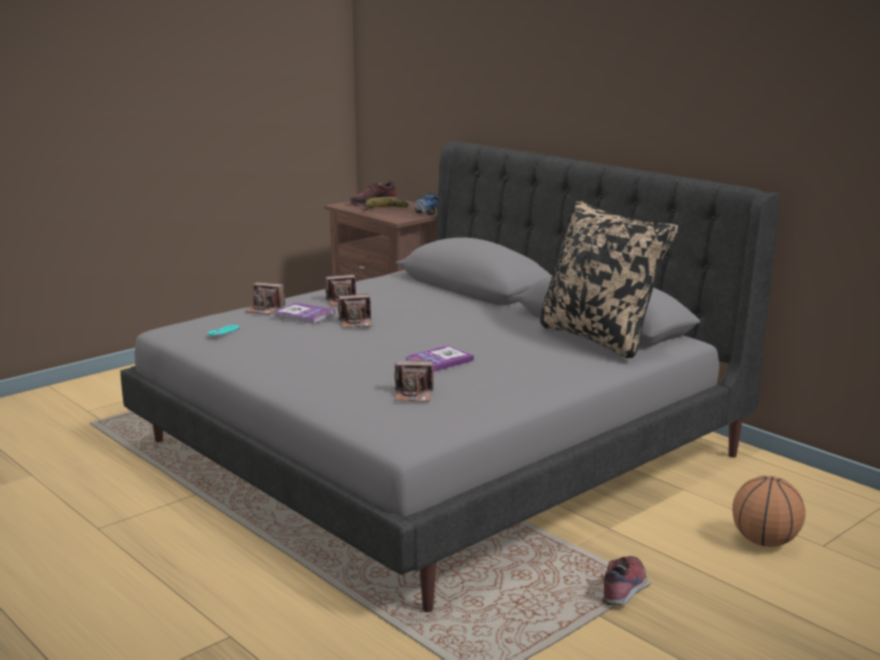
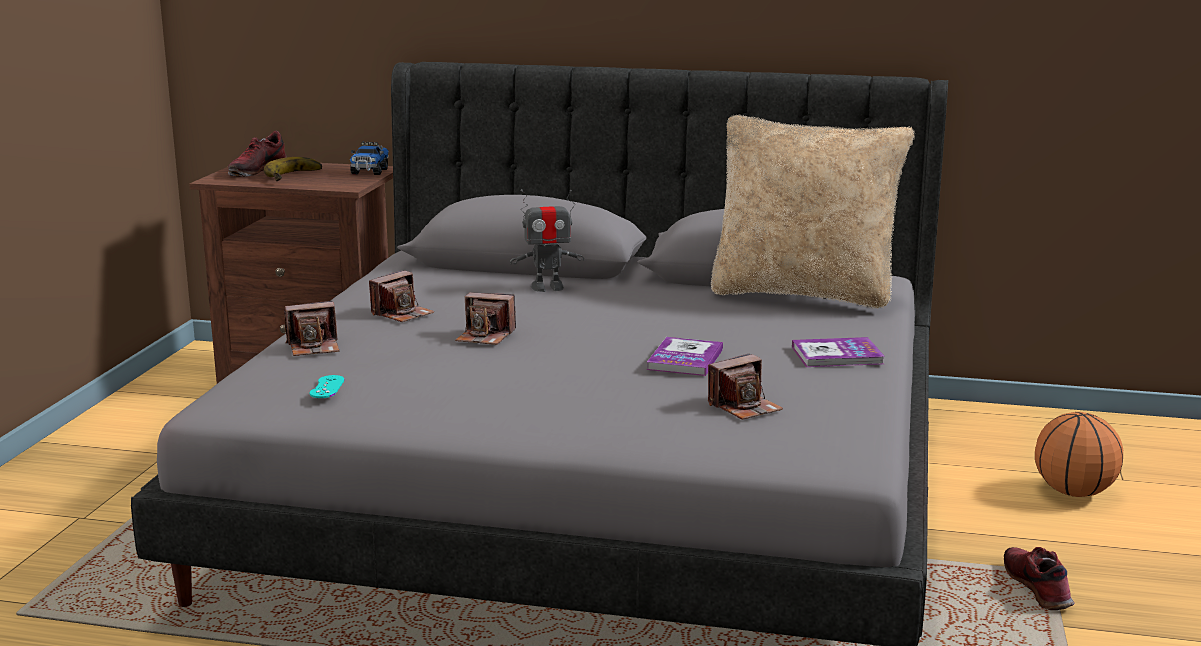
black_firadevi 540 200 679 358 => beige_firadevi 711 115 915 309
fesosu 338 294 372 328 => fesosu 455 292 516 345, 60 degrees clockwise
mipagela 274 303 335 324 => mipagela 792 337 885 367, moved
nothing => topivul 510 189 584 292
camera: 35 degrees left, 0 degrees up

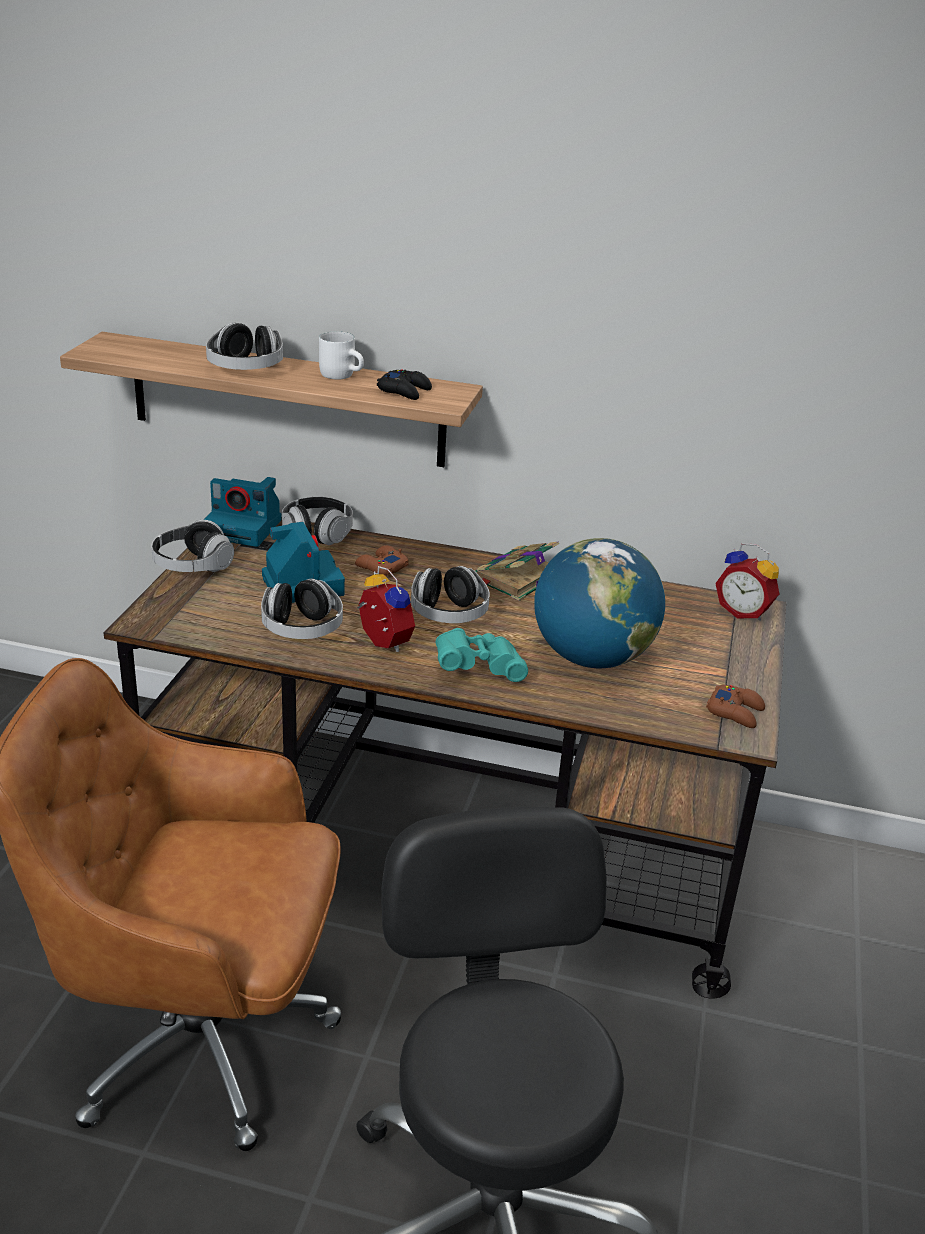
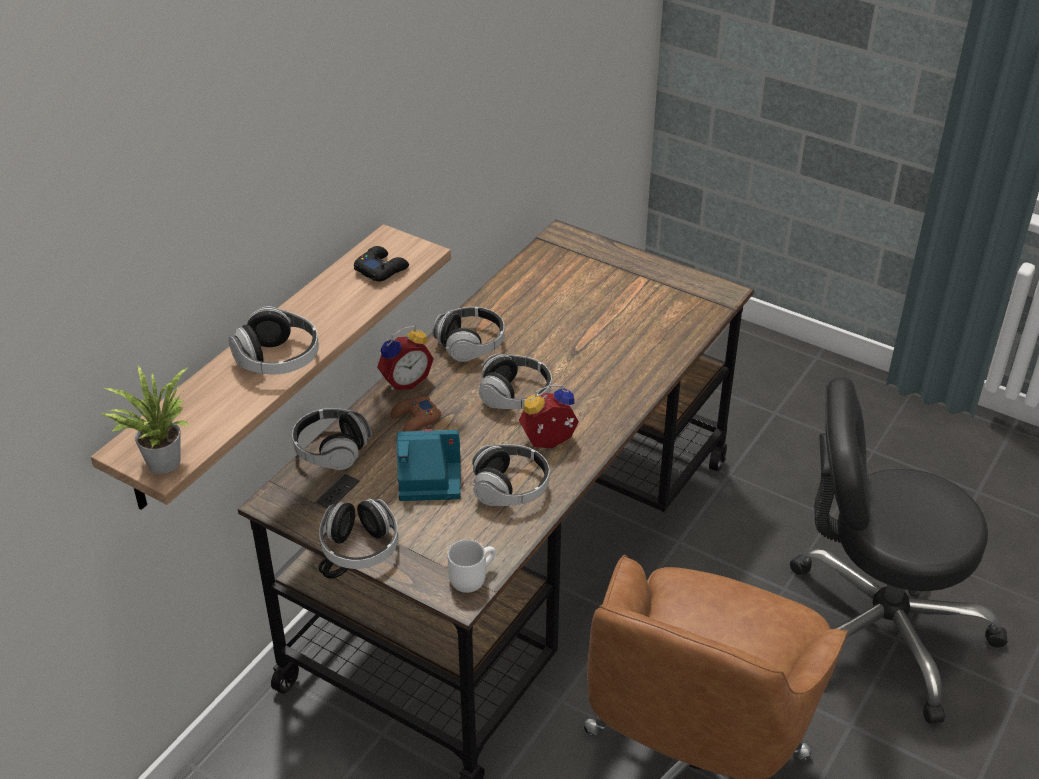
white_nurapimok 319 331 364 379 => white_nurapimok 447 539 496 593, moved
fesosu 203 477 282 547 => nothing
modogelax 534 538 665 668 => nothing
mipagela 476 541 559 601 => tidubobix 433 307 504 362
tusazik 715 543 779 621 => tusazik 377 326 434 390, moved
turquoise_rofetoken 436 628 528 682 => nothing
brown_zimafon 706 685 765 728 => nothing
nothing => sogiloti 101 365 189 474
camera: 70 degrees left, 10 degrees up

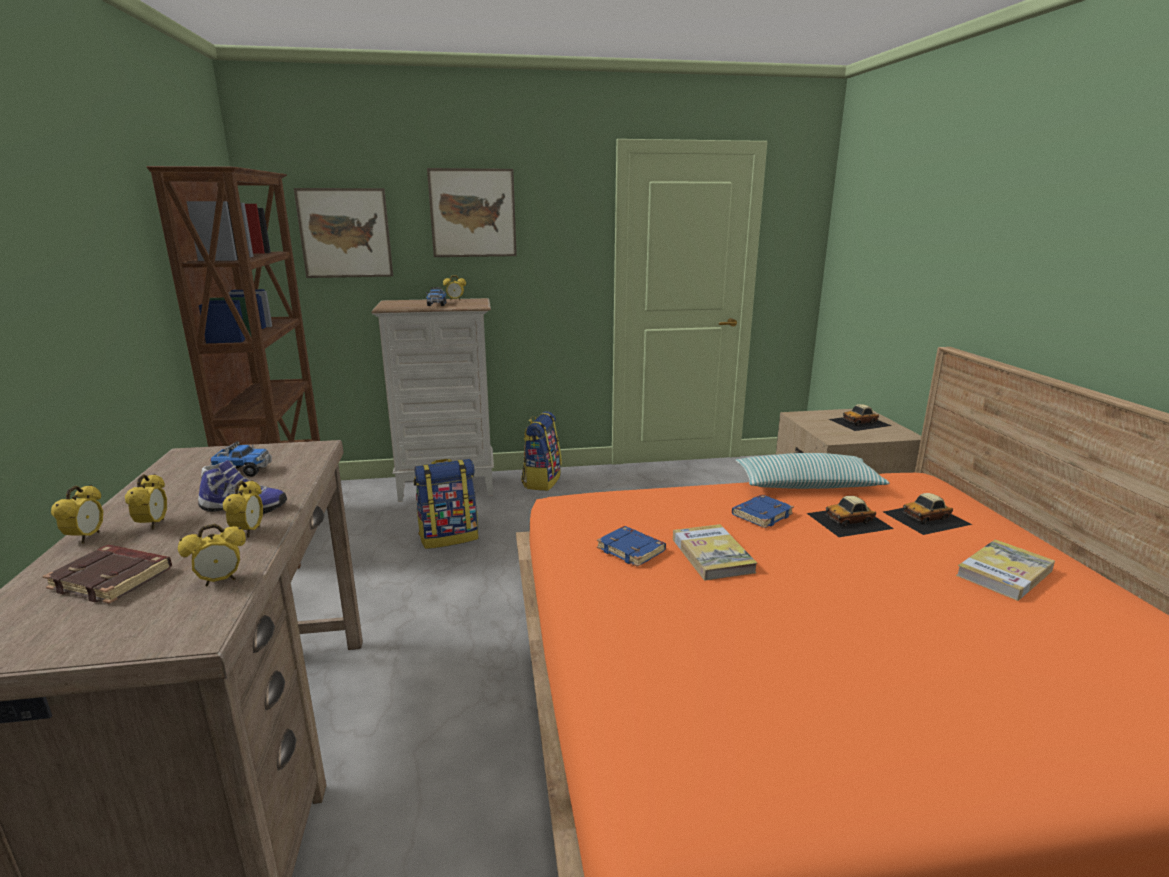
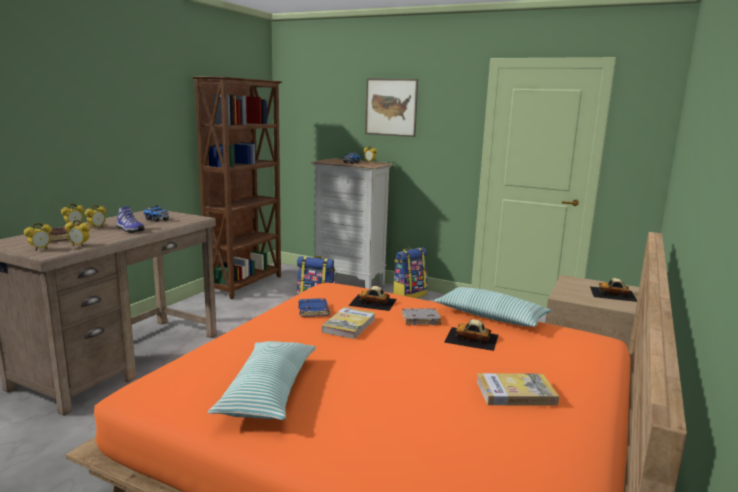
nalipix 294 188 393 278 => nothing
tusazik 223 480 263 537 => tusazik 24 223 52 251, moved
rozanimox 883 493 972 535 => rozanimox 348 286 397 311, moved
blue_mipagela 732 495 794 528 => grey_mipagela 402 308 441 325
nothing => firadevi 208 341 316 420
camera: 35 degrees right, 5 degrees down

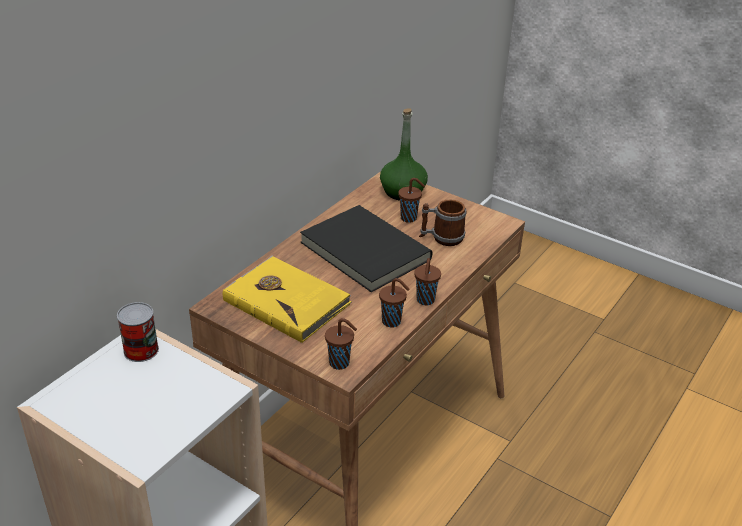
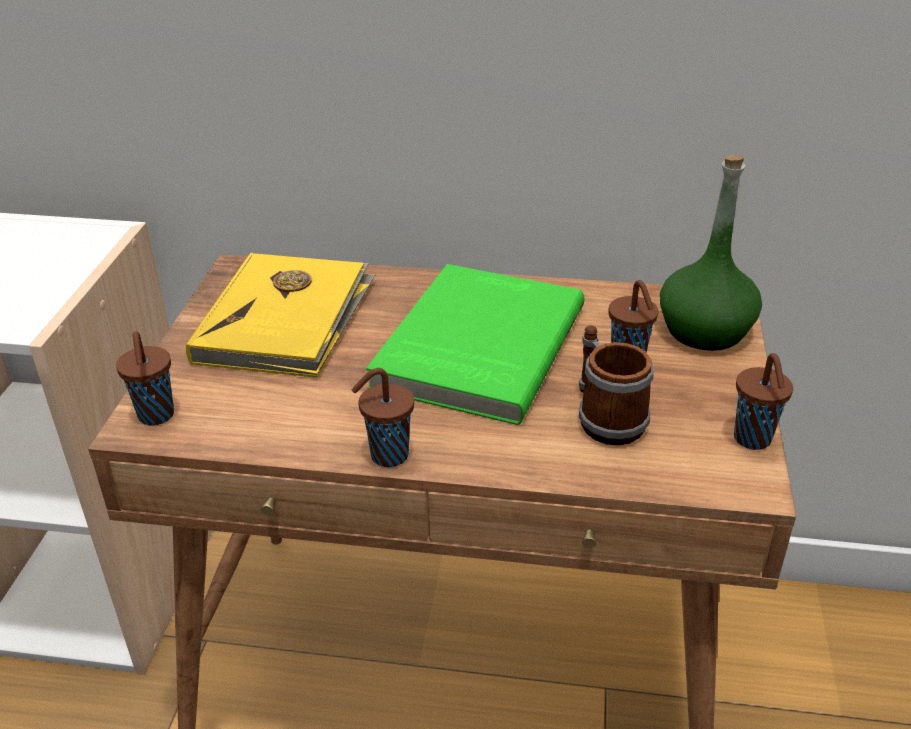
black_mipagela 300 205 433 292 => green_mipagela 366 264 584 425
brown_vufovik 379 278 410 327 => brown_vufovik 734 353 793 450, moved
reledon 117 302 159 362 => nothing
camera: 65 degrees right, 0 degrees up

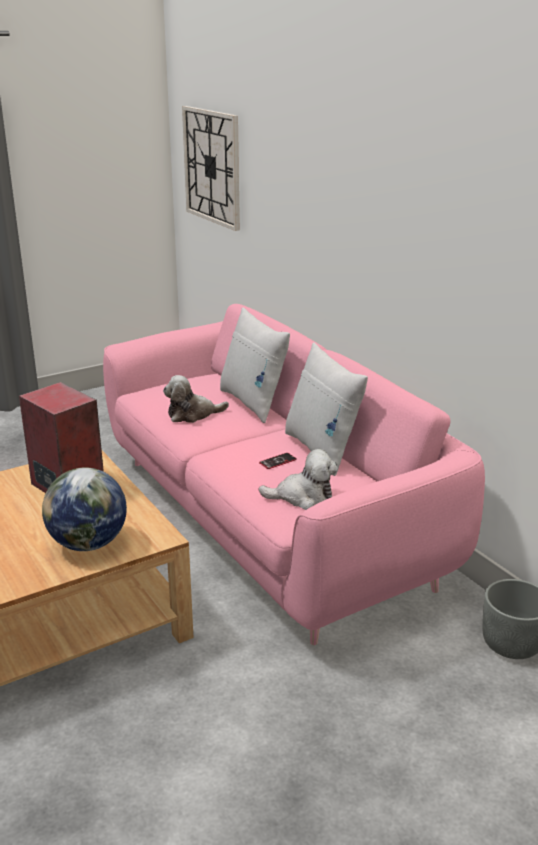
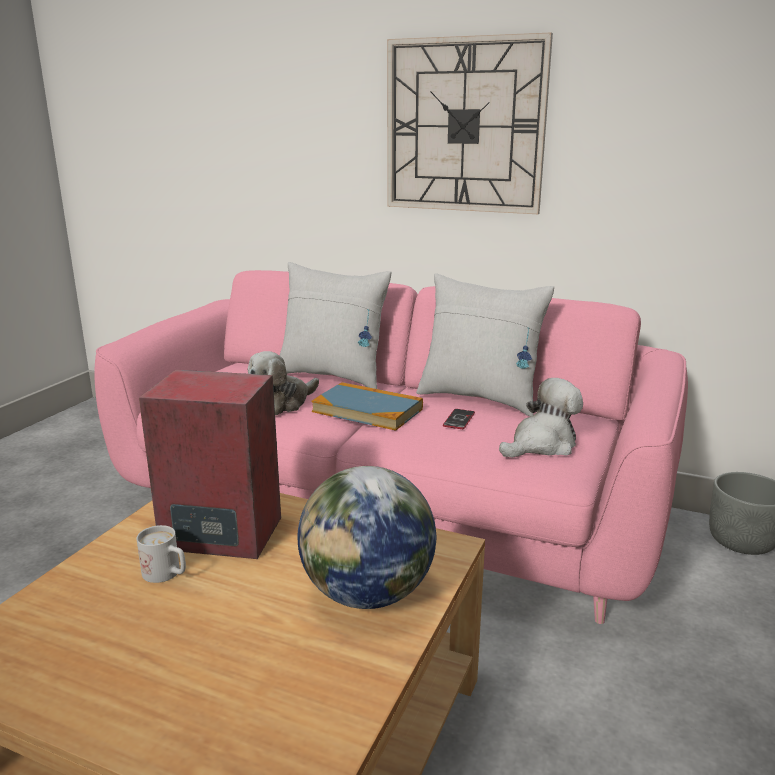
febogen 182 106 240 231 => febogen 387 33 553 214, moved
nothing => mipagela 311 382 423 431
nothing => white_nurapimok 136 525 186 583
camera: 35 degrees left, 5 degrees down

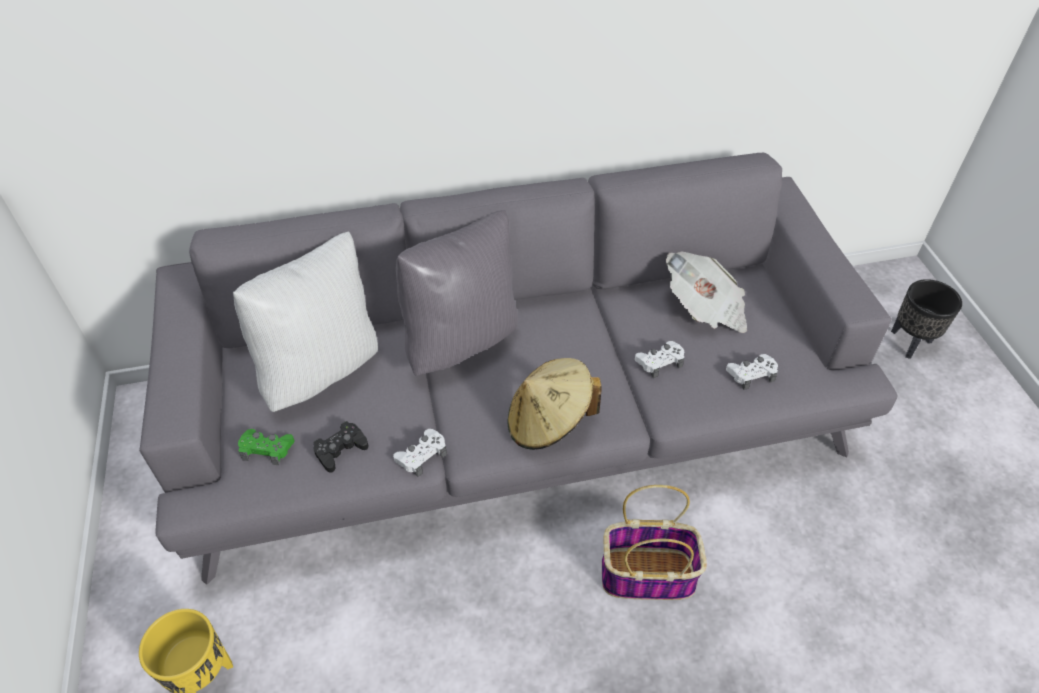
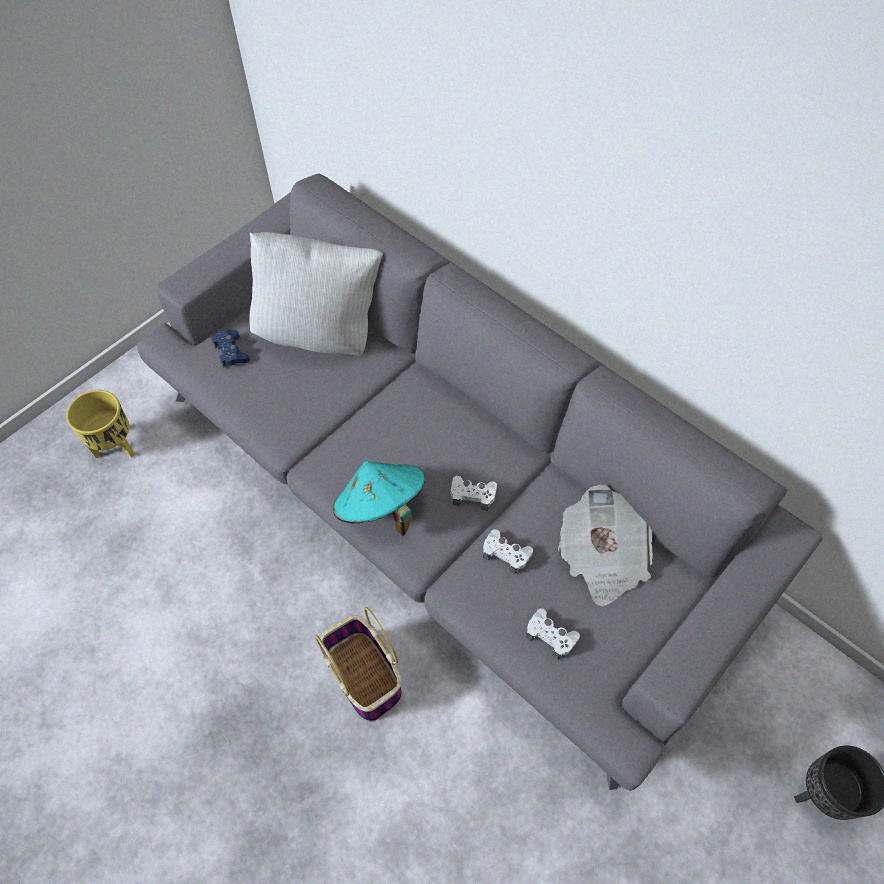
grey_firadevi 396 210 518 376 => nothing
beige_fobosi 507 358 602 450 => turquoise_fobosi 333 461 425 536
black_zimafon 313 421 369 473 => nothing
green_zimafon 238 429 294 465 => blue_zimafon 211 330 250 367
white_zimafon 393 429 447 477 => white_zimafon 450 476 497 511, moved
camera: 55 degrees right, 10 degrees up

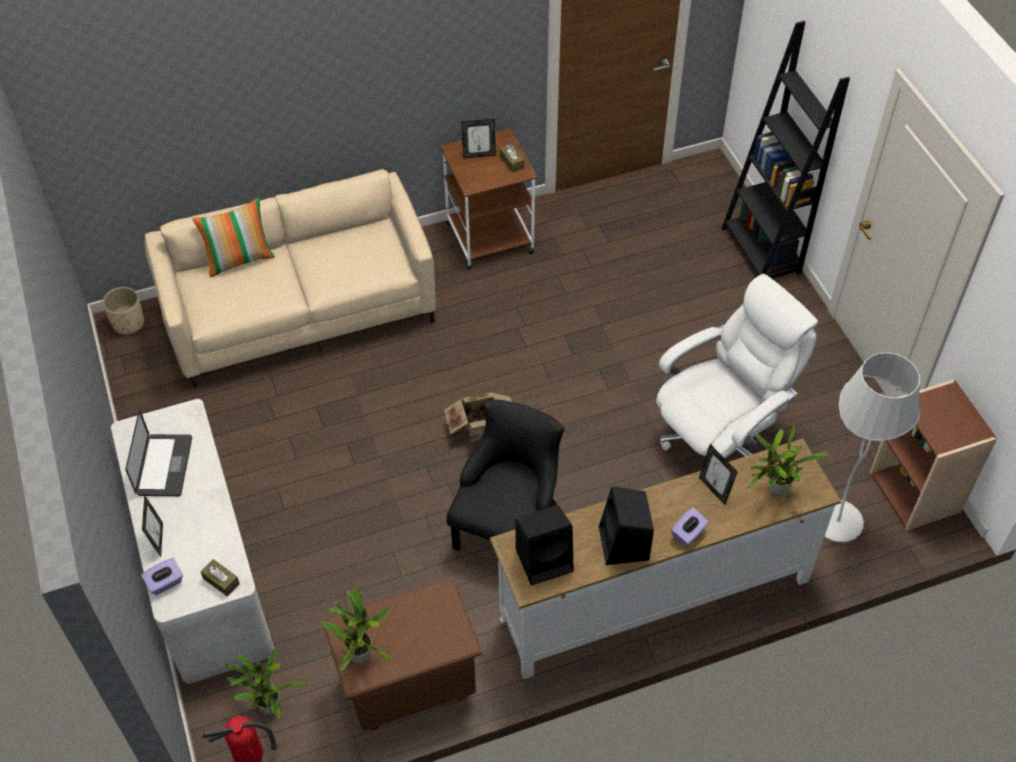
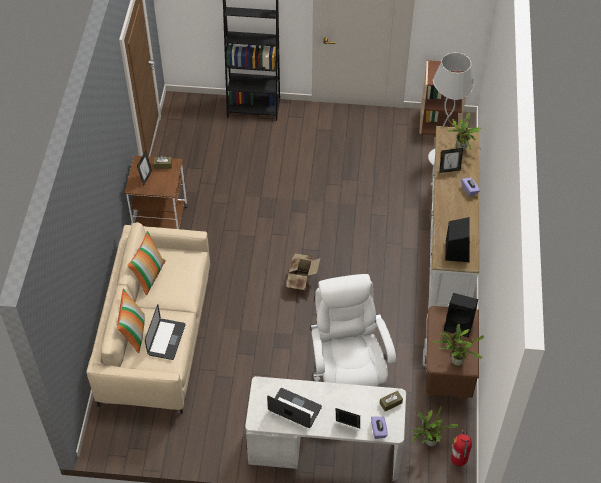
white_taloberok 656 274 818 458 => white_taloberok 311 274 396 387, moved
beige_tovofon 102 287 144 335 => nothing
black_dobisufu 446 400 565 551 => nothing
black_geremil 599 486 654 565 => black_geremil 444 293 478 337, moved
nothing => firadevi 127 231 166 295
nothing => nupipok 145 304 185 360
camera: 65 degrees left, 0 degrees up

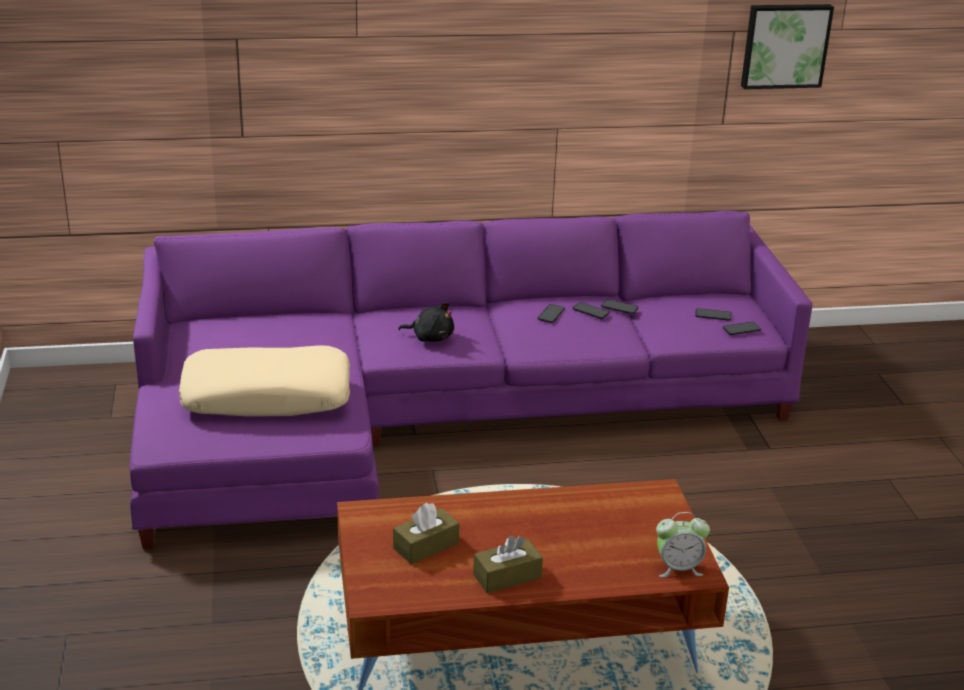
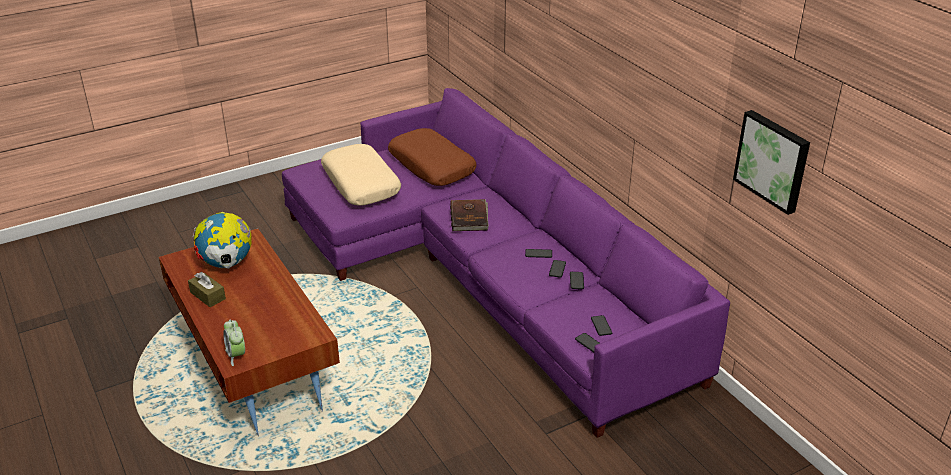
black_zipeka 398 302 454 342 => brown_mipagela 450 199 489 231
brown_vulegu 393 503 459 564 => modogelax 193 212 252 269
nothing => brown_firadevi 388 128 476 186
camera: 70 degrees right, 5 degrees up

